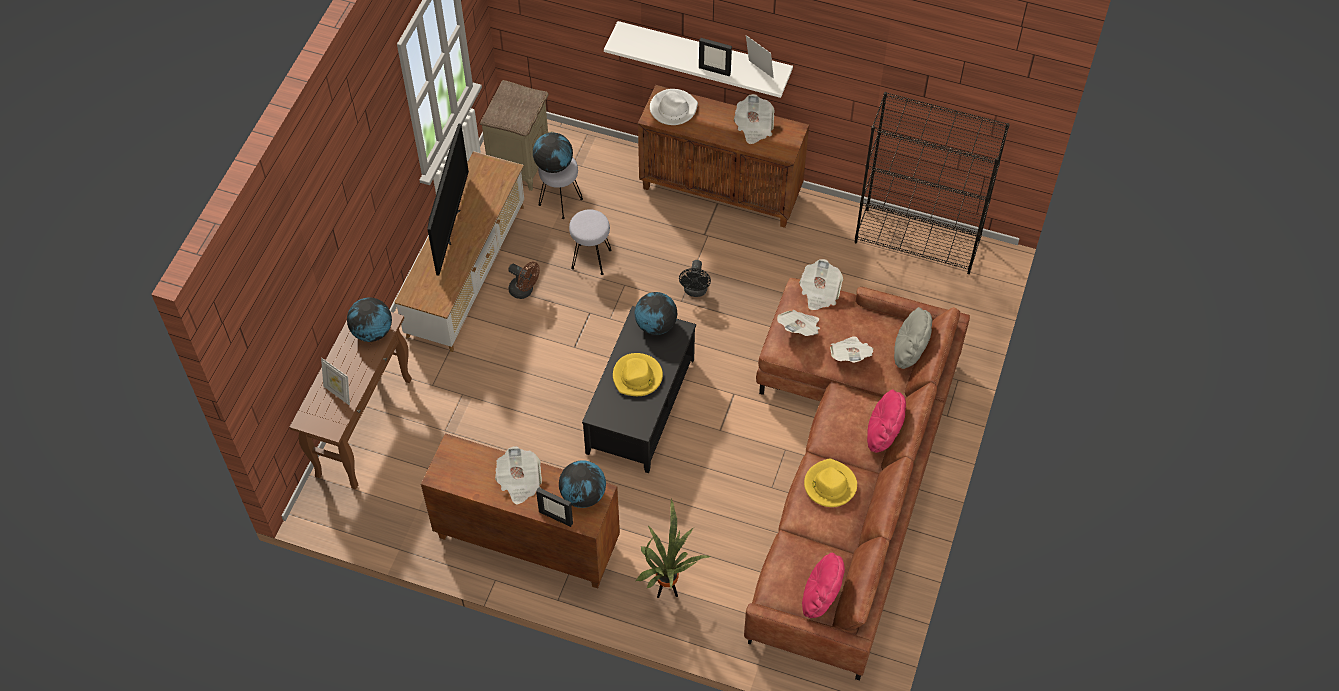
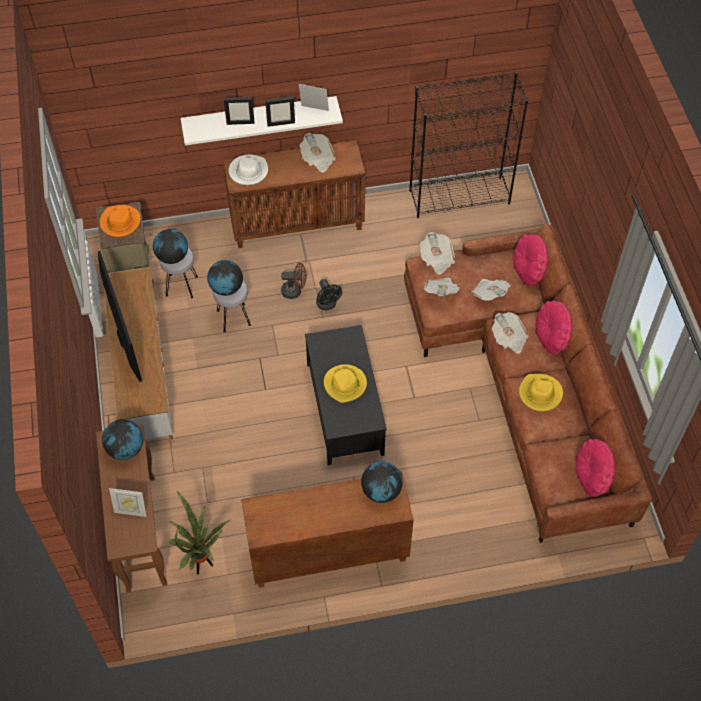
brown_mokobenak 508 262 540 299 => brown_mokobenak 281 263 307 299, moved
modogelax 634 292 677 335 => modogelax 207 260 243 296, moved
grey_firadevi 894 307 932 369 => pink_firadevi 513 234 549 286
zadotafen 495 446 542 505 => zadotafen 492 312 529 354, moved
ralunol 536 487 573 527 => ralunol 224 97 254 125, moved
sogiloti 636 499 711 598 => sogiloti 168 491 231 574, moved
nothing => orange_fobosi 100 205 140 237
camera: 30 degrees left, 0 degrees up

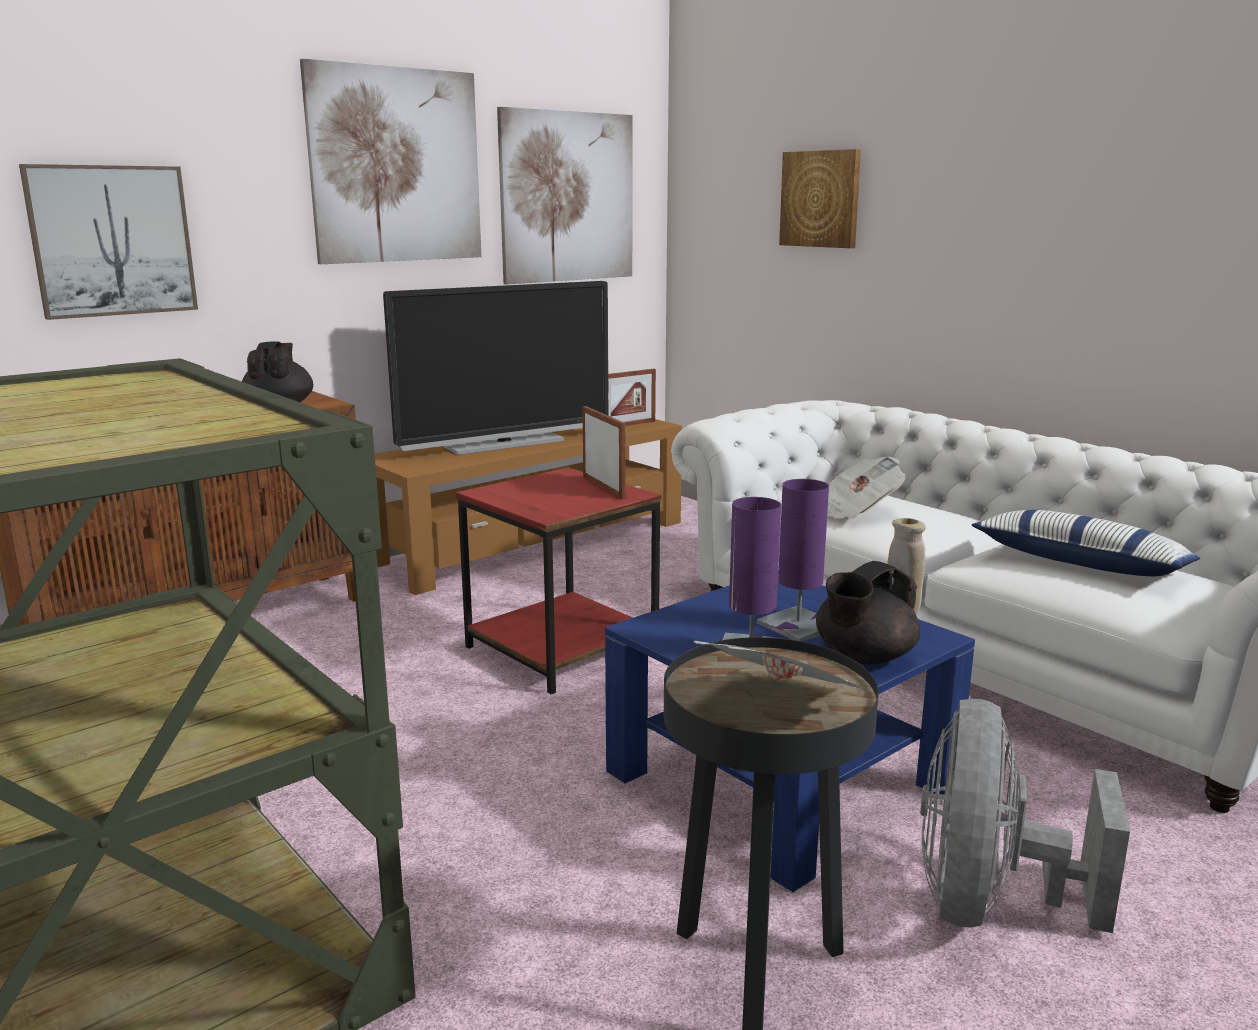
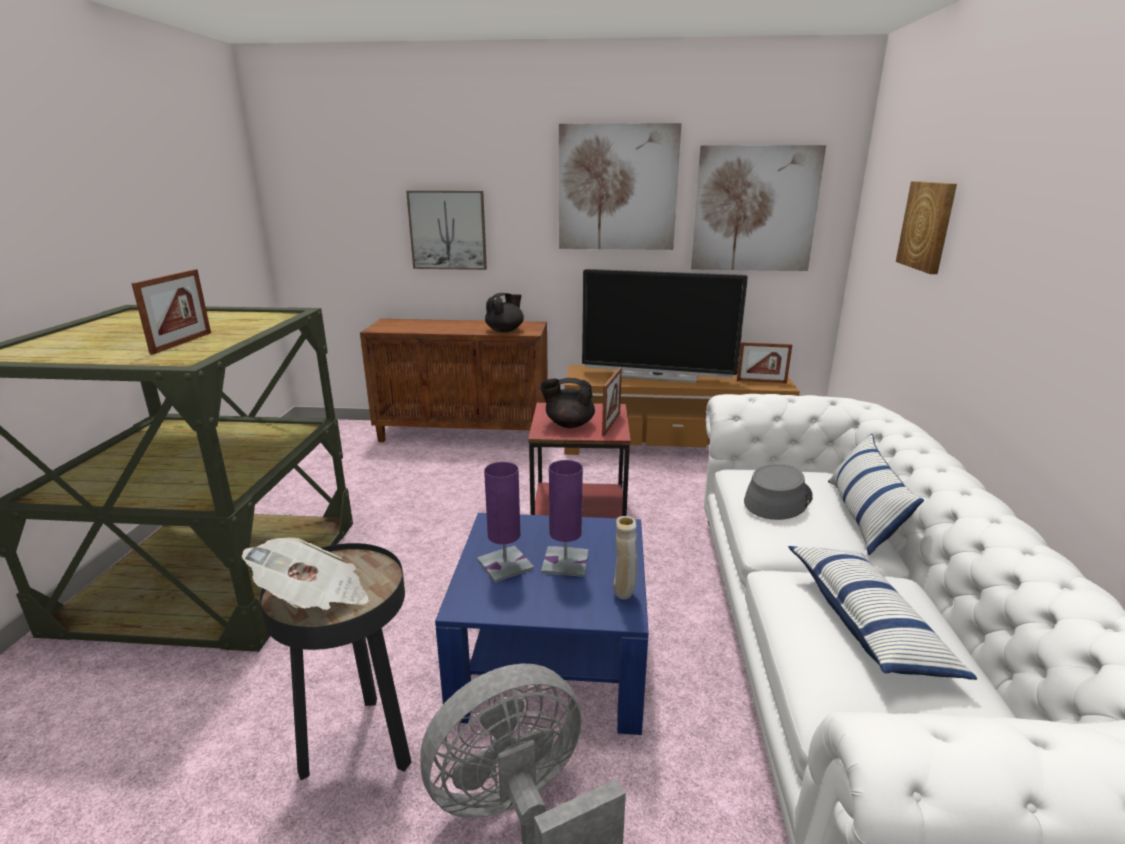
zadotafen 827 457 906 519 => grey_fobosi 744 464 813 520
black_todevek 816 561 920 664 => black_todevek 540 378 595 428, moved
nothing => ralunol 131 269 211 354
nothing => firadevi 828 434 924 555
camera: 45 degrees right, 5 degrees up

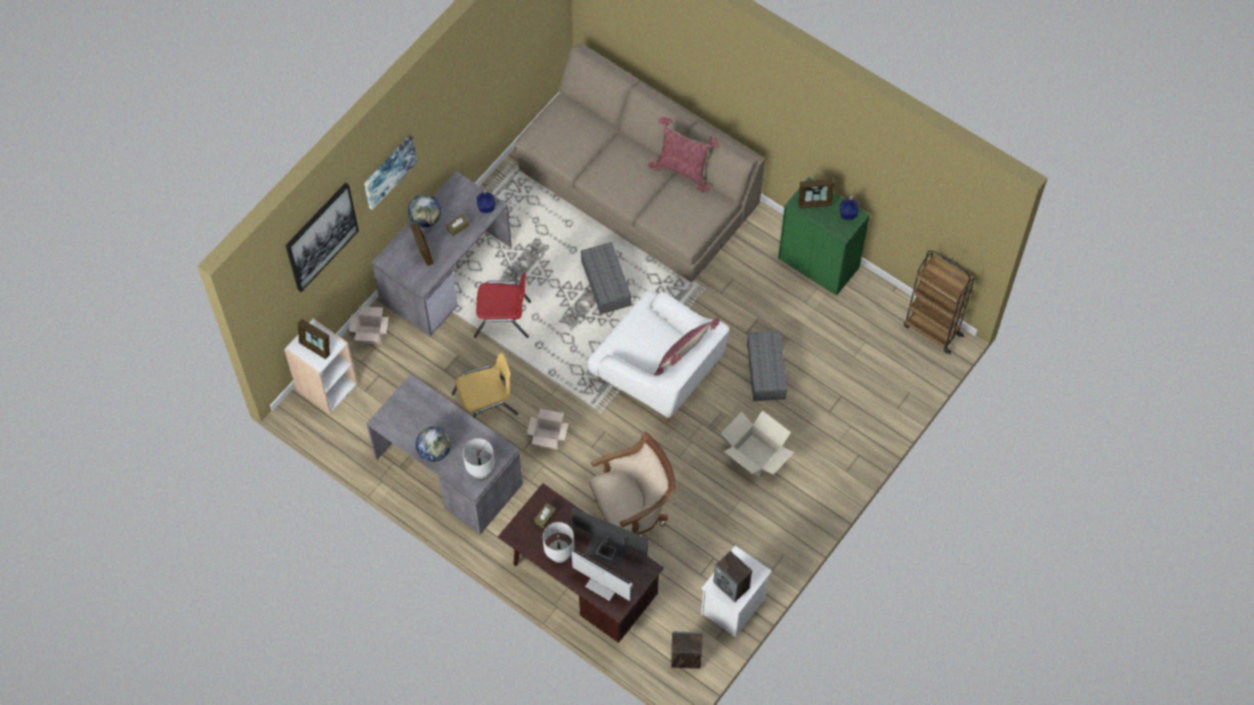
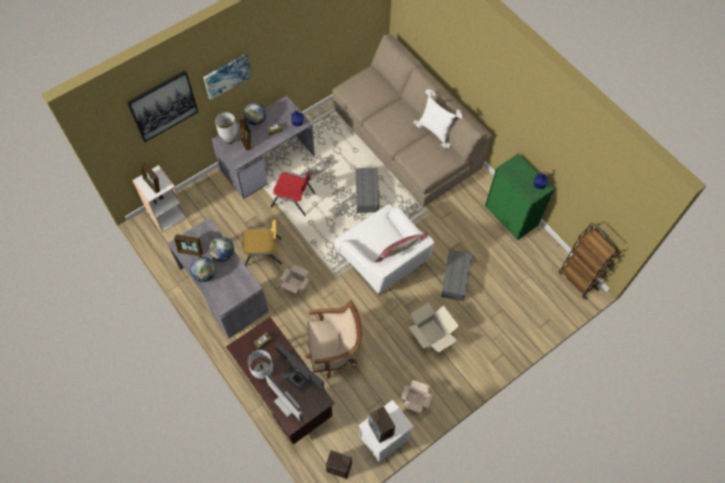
red_firadevi 648 117 720 193 => white_firadevi 413 90 462 148
ralunol 799 179 834 208 => ralunol 174 234 203 257, moved
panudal 349 306 389 345 => panudal 401 380 433 413, moved
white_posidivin 463 438 495 480 => white_posidivin 215 112 238 144, moved
nothing => modogelax 209 237 234 262
camera: 15 degrees right, 0 degrees up

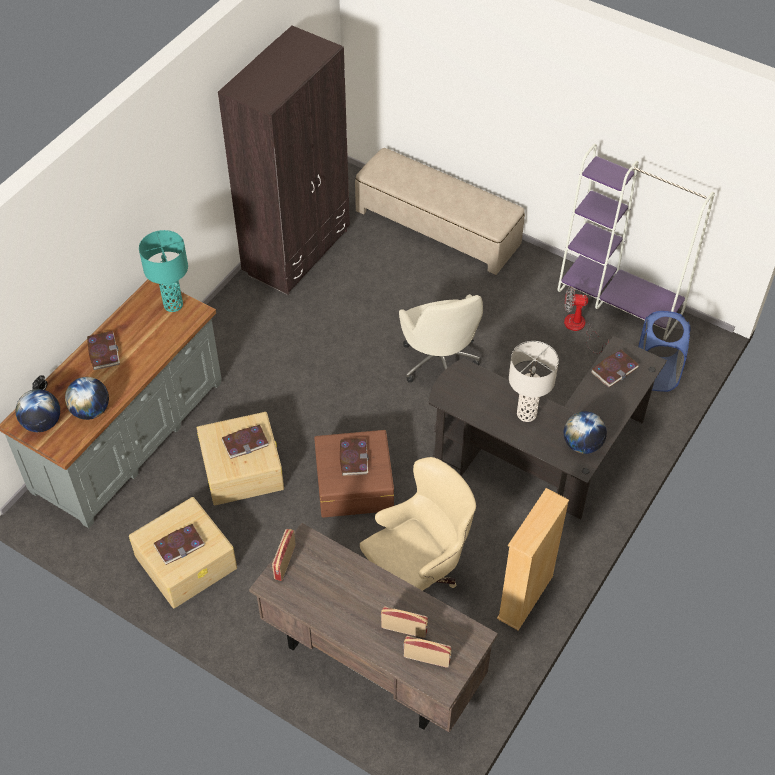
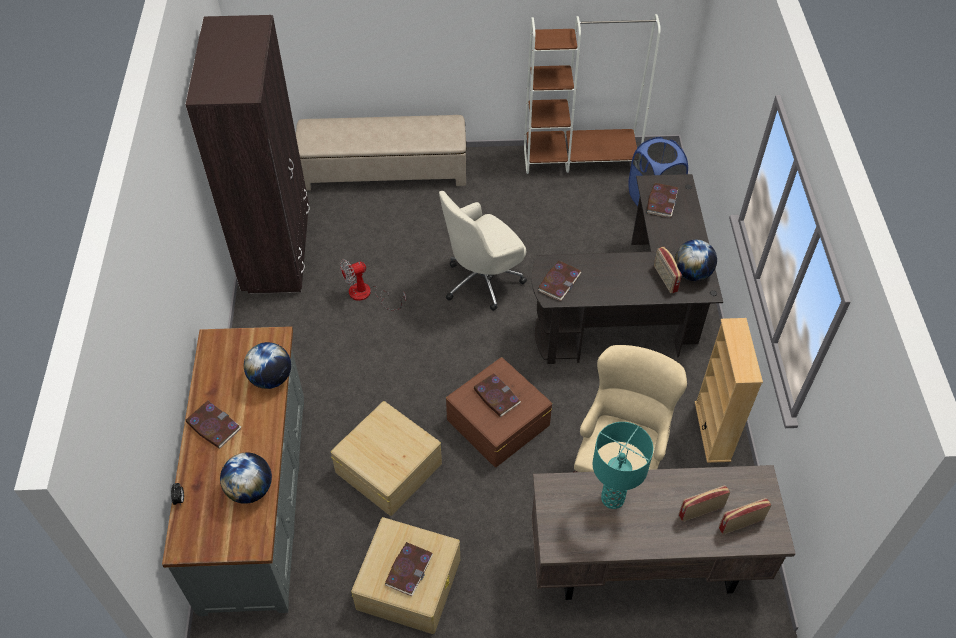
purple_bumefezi 558 144 715 320 => brown_bumefezi 524 14 661 174
turquoise_posidivin 139 230 188 312 => turquoise_posidivin 593 422 654 509, moved
mokobenak 564 286 609 354 => mokobenak 340 259 406 310, moved
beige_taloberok 399 294 483 383 => beige_taloberok 439 191 527 311, 105 degrees clockwise
white_posidivin 509 341 559 422 => nothing
modogelax 16 389 60 432 => modogelax 244 342 291 389, moved
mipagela 221 425 269 459 => mipagela 538 261 581 301, moved
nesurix 272 529 296 581 => nesurix 654 247 682 293, moved
camera: 35 degrees left, 0 degrees up

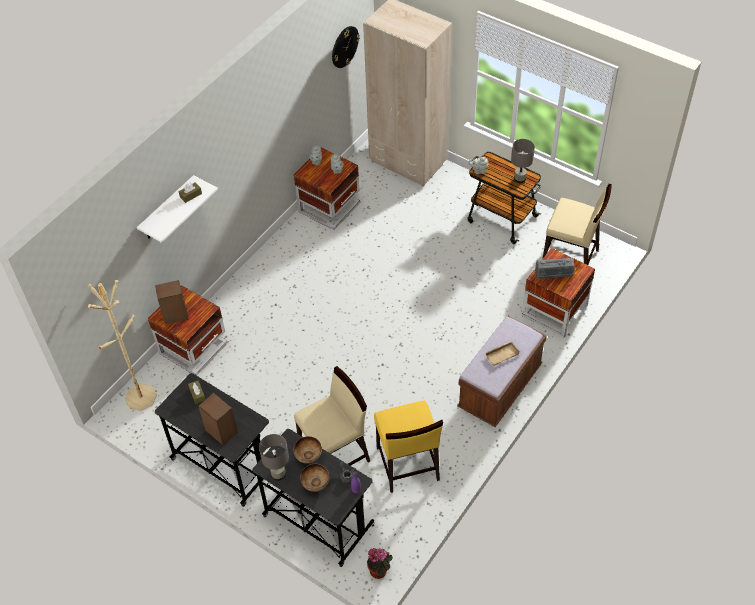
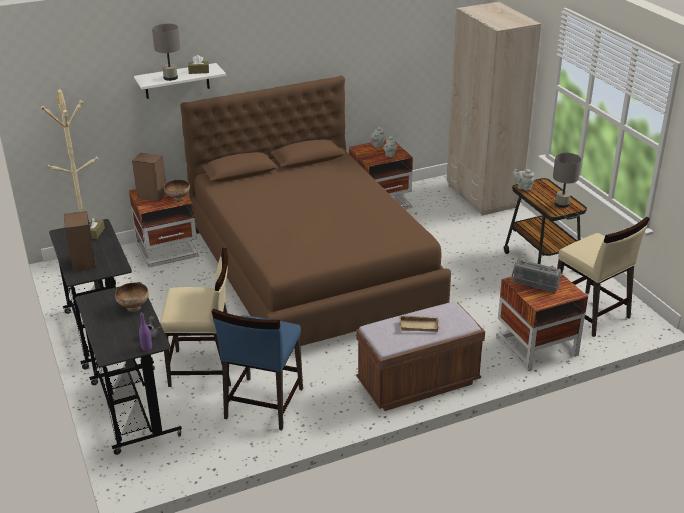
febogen 332 26 360 68 => nothing
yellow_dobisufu 374 401 443 493 => blue_dobisufu 212 309 303 430
grey_posidivin 259 434 289 481 => grey_posidivin 152 23 180 81, moved
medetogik 300 464 329 492 => medetogik 164 179 190 202, moved
sogiloti 367 548 393 579 => nothing
nothing => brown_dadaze 180 76 451 346
camera: 30 degrees right, 20 degrees down

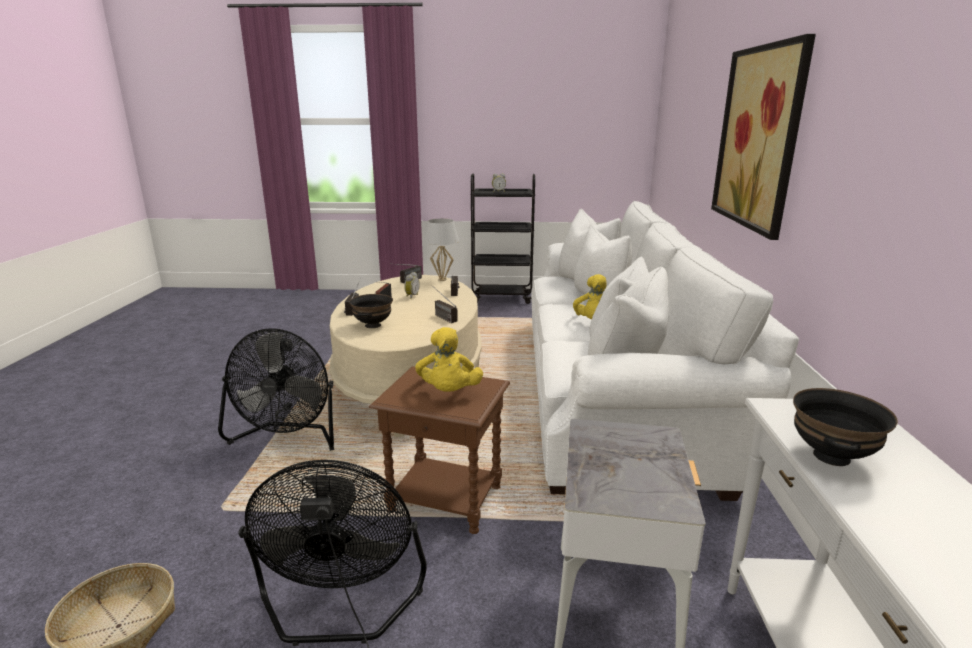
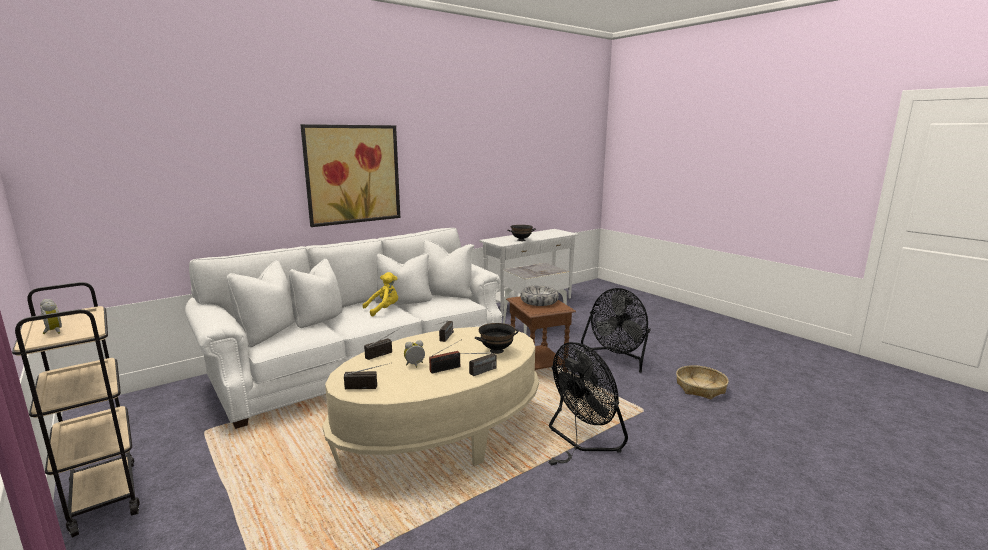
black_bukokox 470 173 535 304 => beige_bukokox 12 282 140 538
white_posidivin 423 219 459 281 => nothing
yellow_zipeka 415 327 483 392 => medetogik 520 285 559 306
camera: 130 degrees left, 5 degrees down

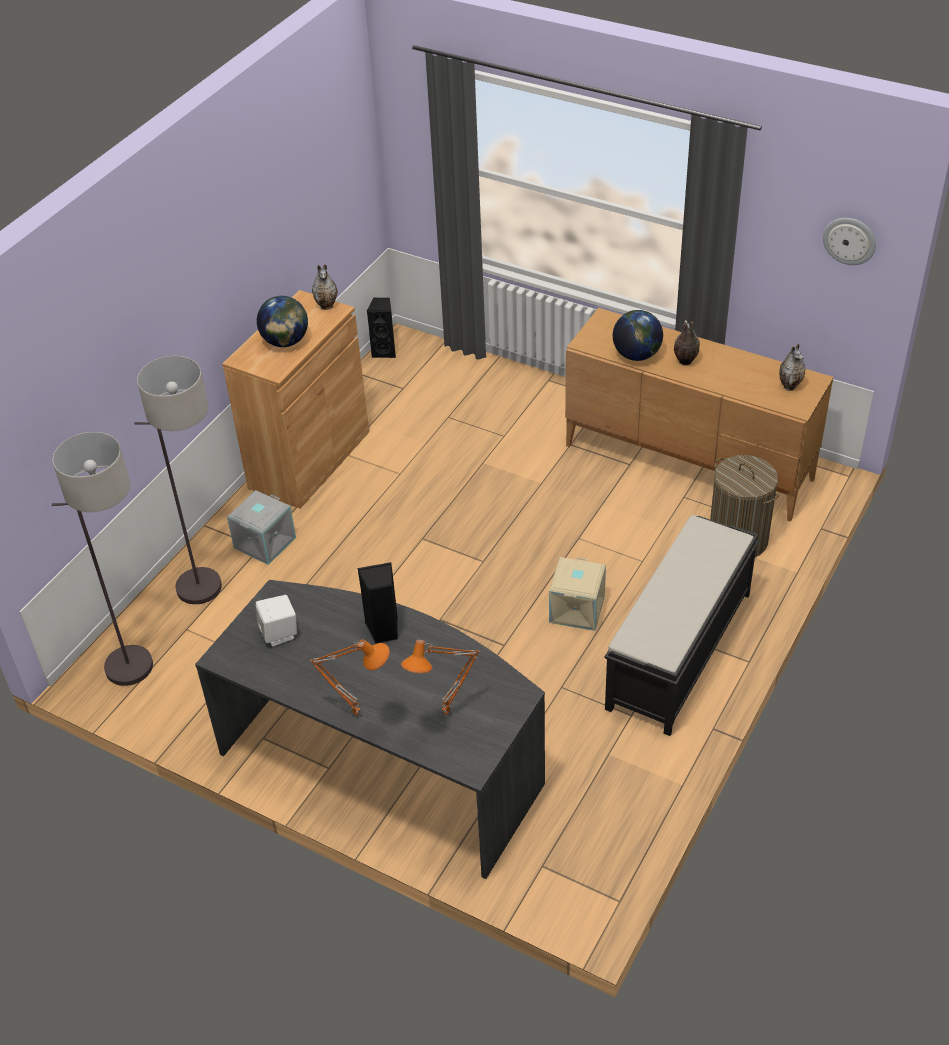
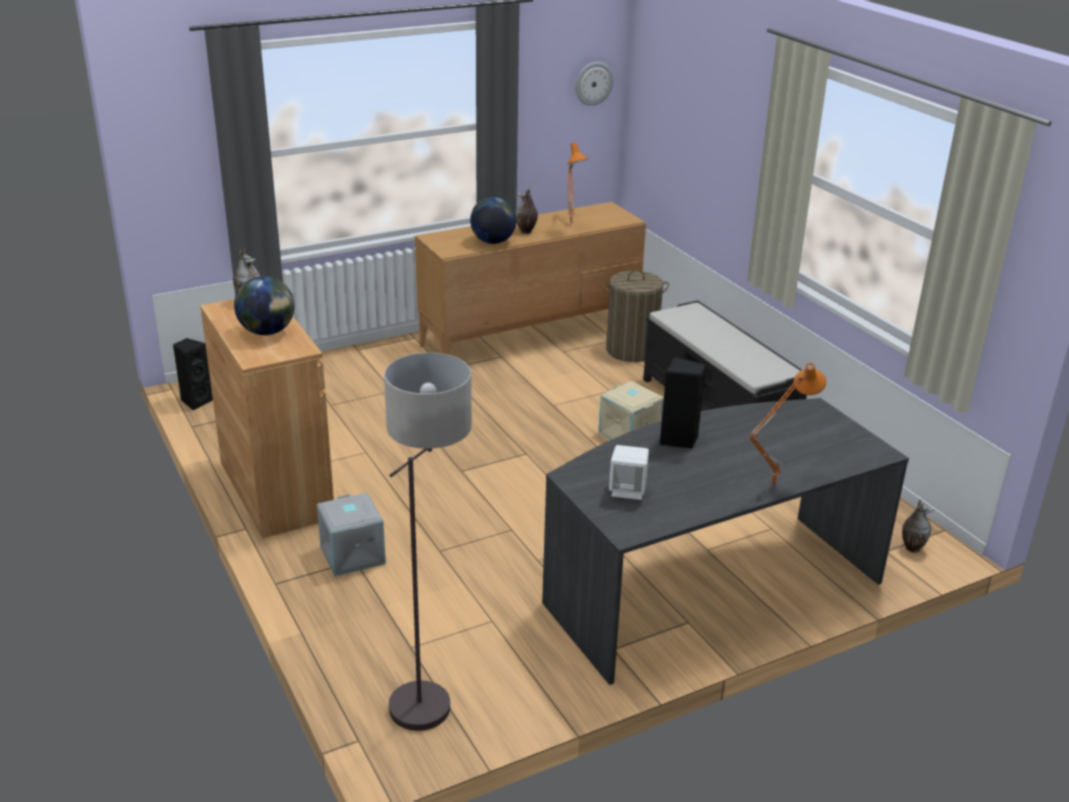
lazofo 779 344 805 391 => lazofo 902 499 934 553, moved
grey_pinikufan 134 356 222 604 => nothing
orange_posidivin 401 640 480 717 => orange_posidivin 567 142 588 224, moved
camera: 60 degrees left, 15 degrees down

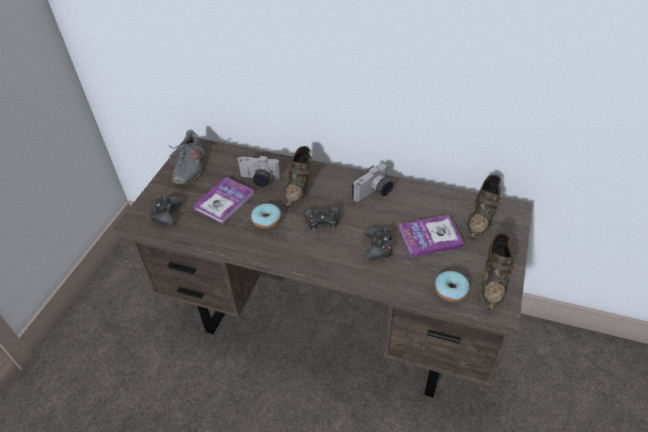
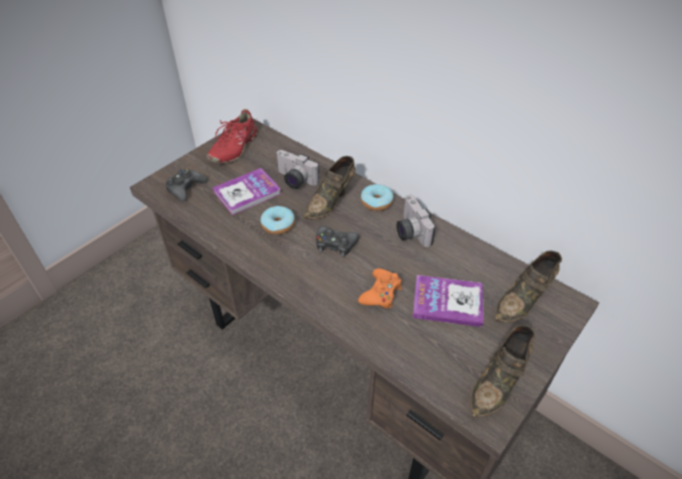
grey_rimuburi 169 130 204 185 => red_rimuburi 207 109 258 164
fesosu 352 164 393 201 => fesosu 397 195 436 247, 90 degrees clockwise
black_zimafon 364 227 393 260 => orange_zimafon 358 268 402 309
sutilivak 435 271 469 302 => sutilivak 361 184 394 211, moved
camera: 20 degrees right, 0 degrees up

